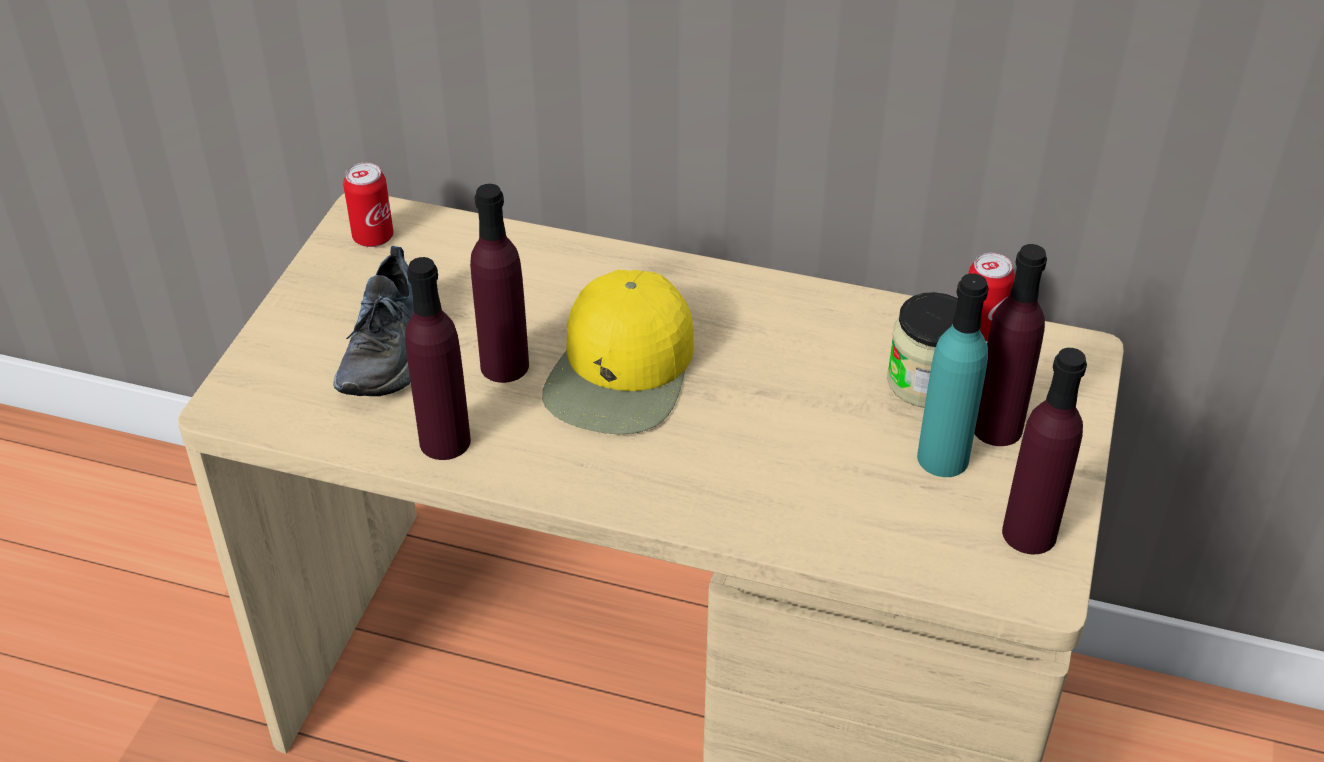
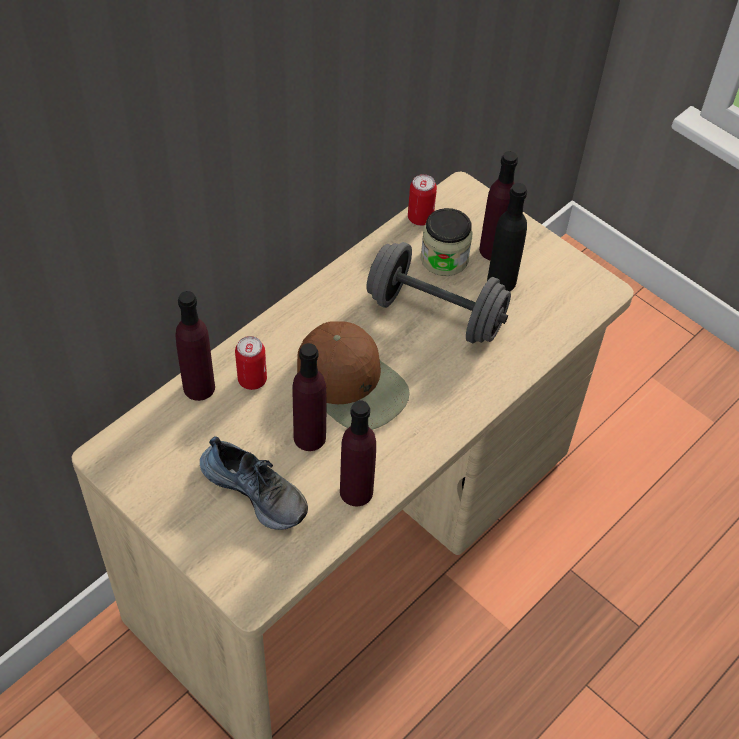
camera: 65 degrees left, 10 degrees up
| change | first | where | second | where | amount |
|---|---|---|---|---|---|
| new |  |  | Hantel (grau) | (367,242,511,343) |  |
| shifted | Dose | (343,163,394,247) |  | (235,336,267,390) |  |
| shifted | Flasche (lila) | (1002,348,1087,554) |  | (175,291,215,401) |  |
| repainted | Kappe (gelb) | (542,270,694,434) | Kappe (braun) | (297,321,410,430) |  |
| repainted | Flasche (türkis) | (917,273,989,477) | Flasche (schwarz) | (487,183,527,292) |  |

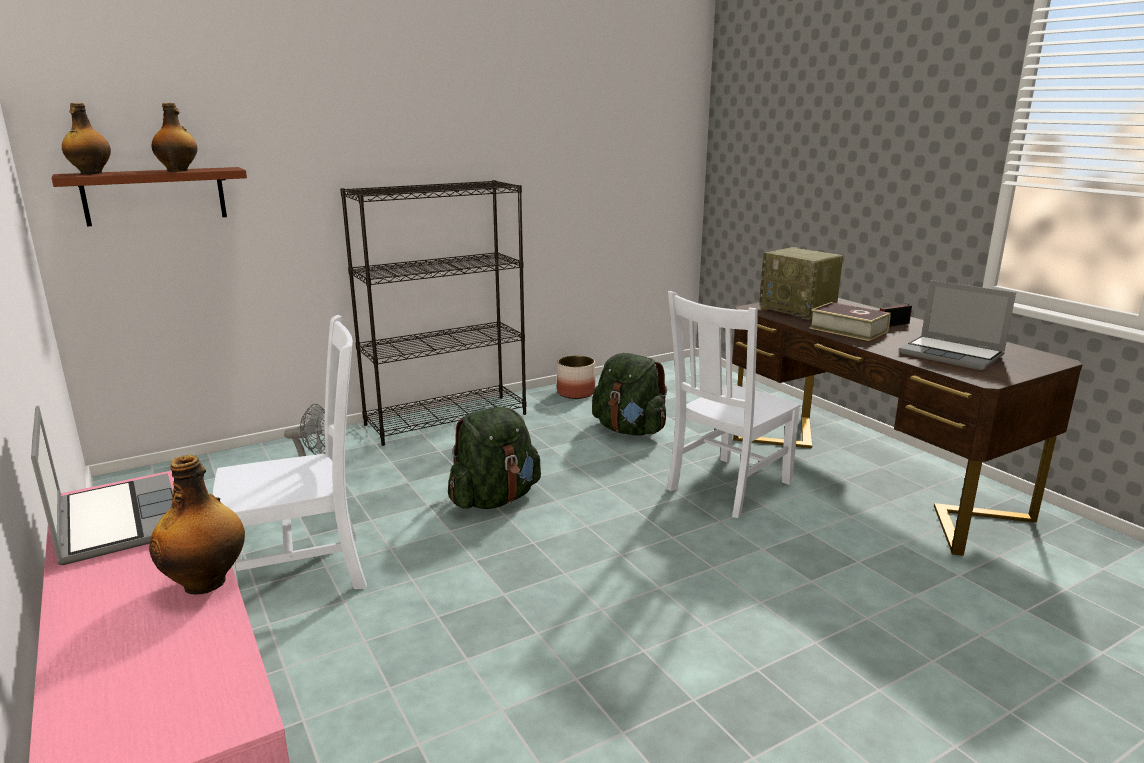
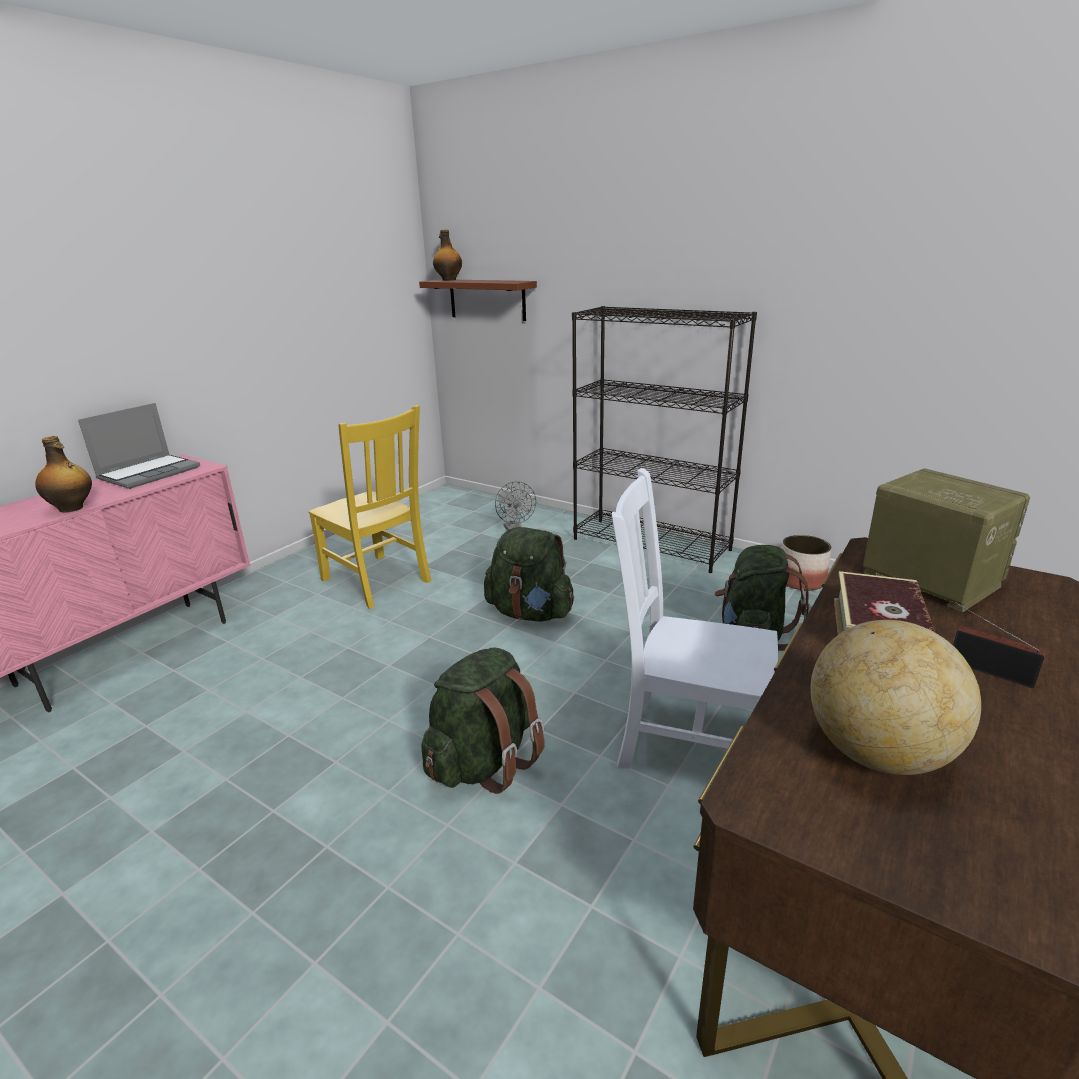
camera: 65 degrees right, 5 degrees up
| change | first | where | second | where | amount |
|---|---|---|---|---|---|
| gone | Flasche | (151,103,197,172) |  |  |  |
| new |  |  | Rucksack (grün) | (422,648,545,794) |  |
| swapped | Laptop | (899,280,1016,370) | Globus | (810,620,981,775) |  |
| repainted | Stuhl (weiß) | (213,315,367,589) | Stuhl (gelb) | (308,405,431,609) |  |
| rotated | Radio | (759,247,843,320) |  | (863,468,1030,612) | 120 degrees clockwise |

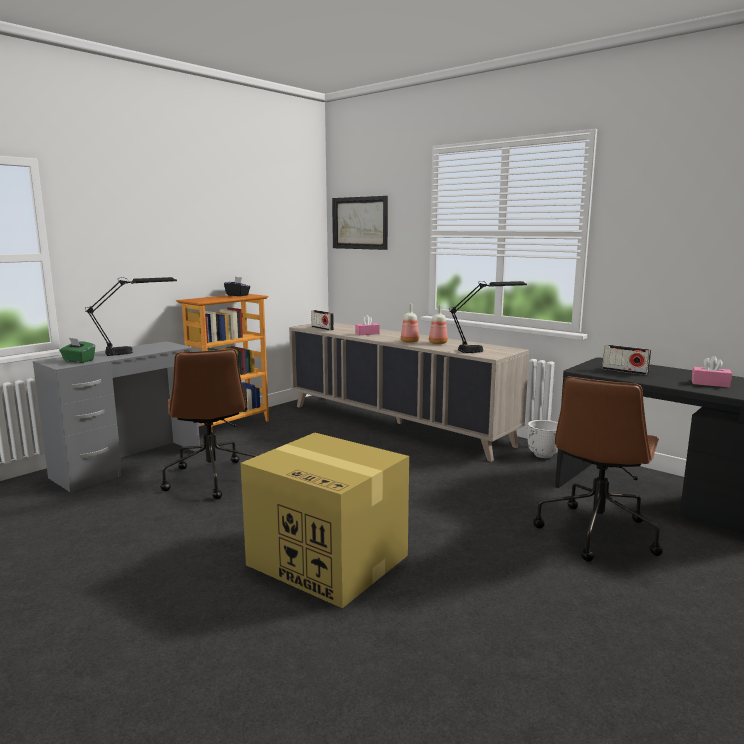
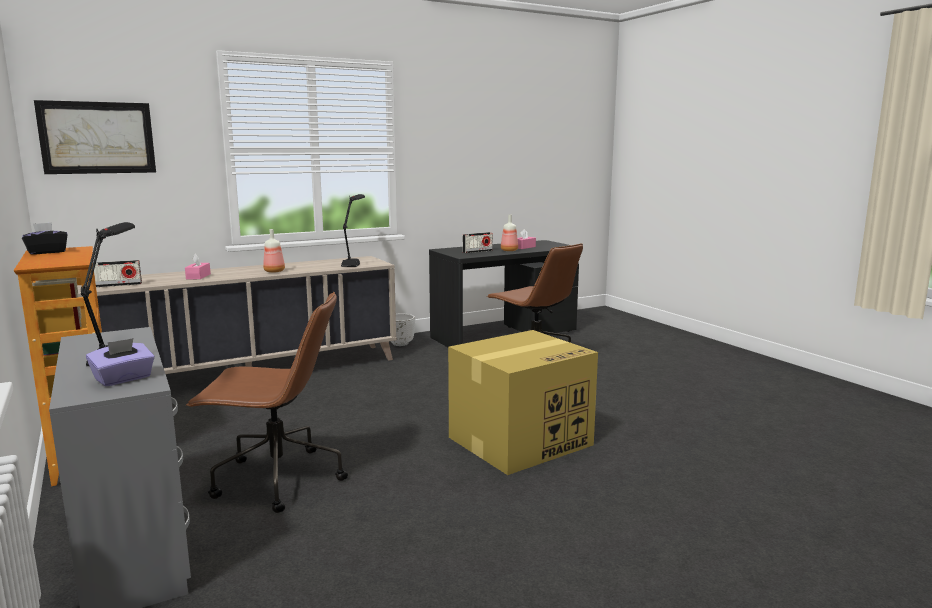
camera: 70 degrees left, 0 degrees up
| change | first | where | second | where | amount |
|---|---|---|---|---|---|
| shifted | Flasche | (429,305,448,344) |  | (501,214,518,251) |  |
| repainted | Taschentuchbox (grün) | (59,338,95,363) | Taschentuchbox (lila) | (86,338,155,387) |  |

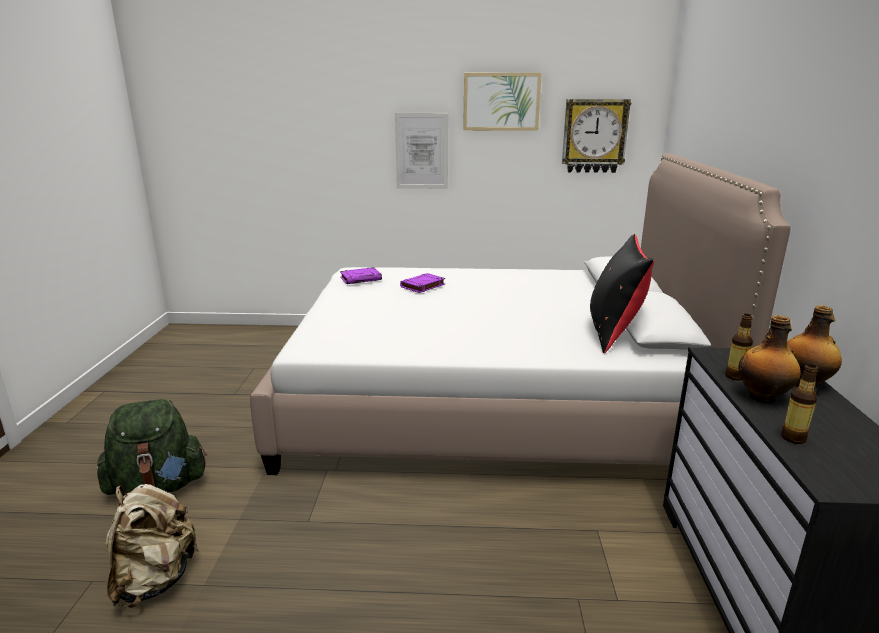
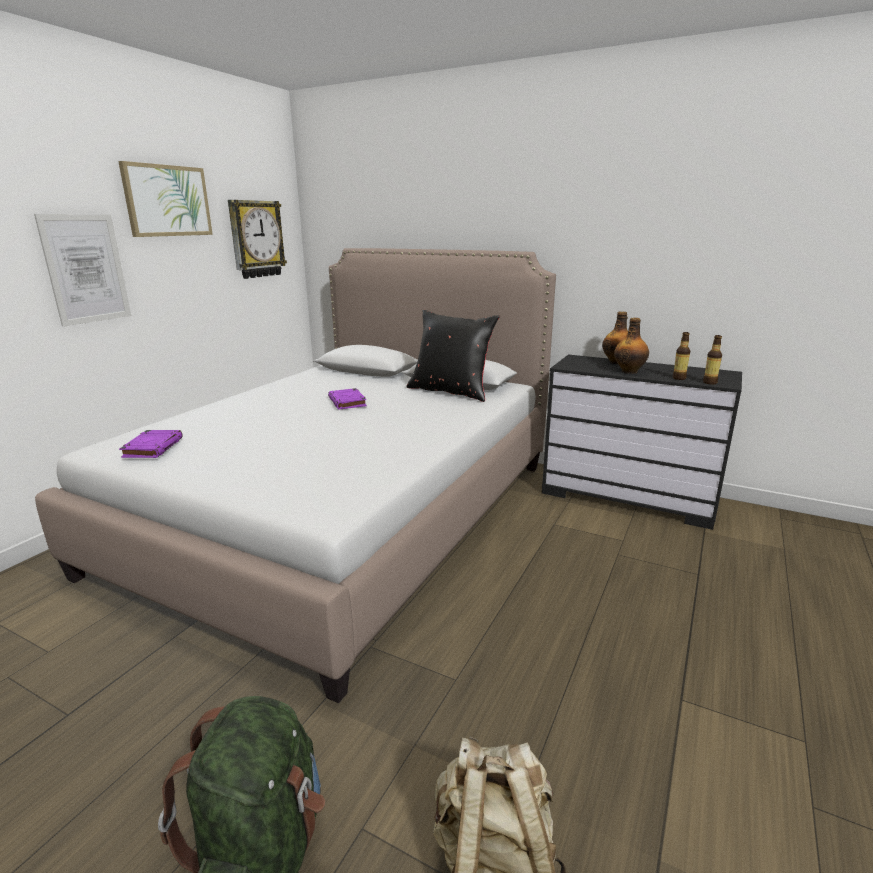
camera: 65 degrees left, 0 degrees up
| change | first | where | second | where | amount |
|---|---|---|---|---|---|
| shifted | Buch (lila) | (400,273,445,293) |  | (328,388,367,410) |  |
| shifted | Flasche | (725,314,753,381) |  | (703,335,722,384) |  |

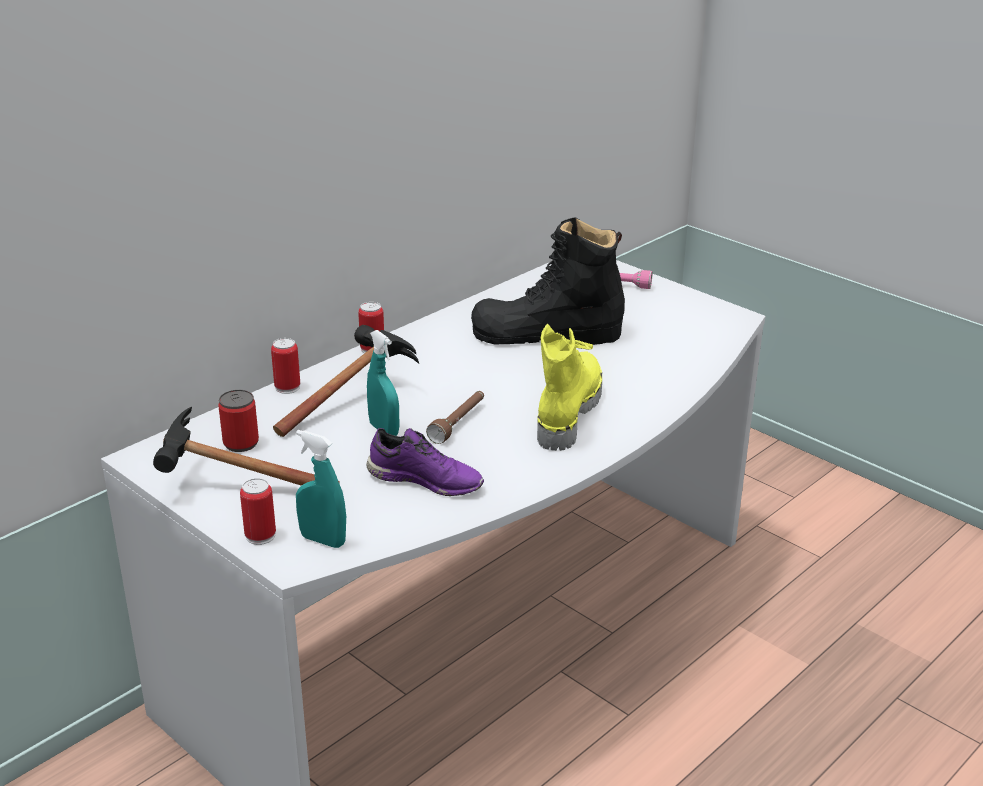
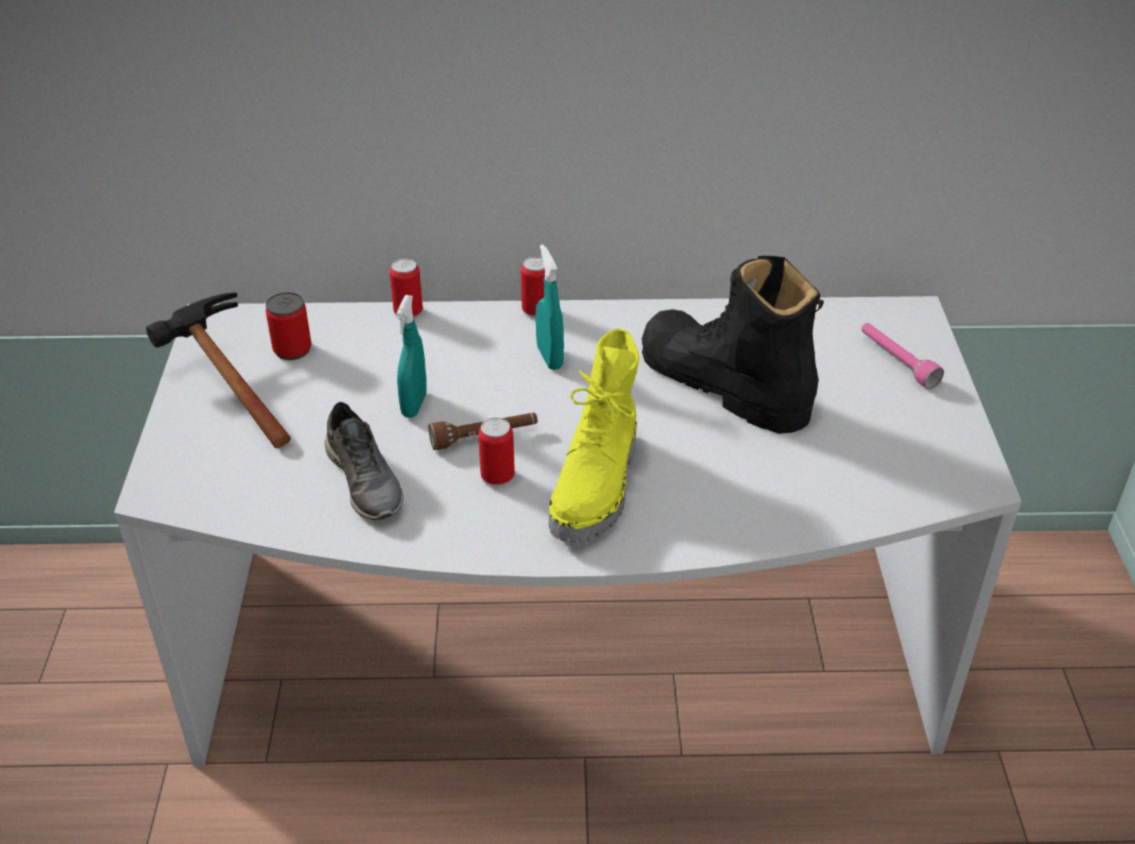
camera: 45 degrees right, 10 degrees up
| change | first | where | second | where | amount |
|---|---|---|---|---|---|
| gone | Hammer | (273,325,419,437) |  |  |  |
| shifted | Dose | (240,478,276,545) |  | (478,417,515,488) |  |
| shifted | Sprühflasche (türkis) | (296,430,346,548) |  | (536,244,564,370) |  |
| repainted | Schuh (lila) | (367,428,484,496) | Schuh (grau) | (325,402,404,520) |  |
| rotated | Stiefel (gelb) | (537,324,602,451) |  | (549,329,639,543) | 135 degrees clockwise |

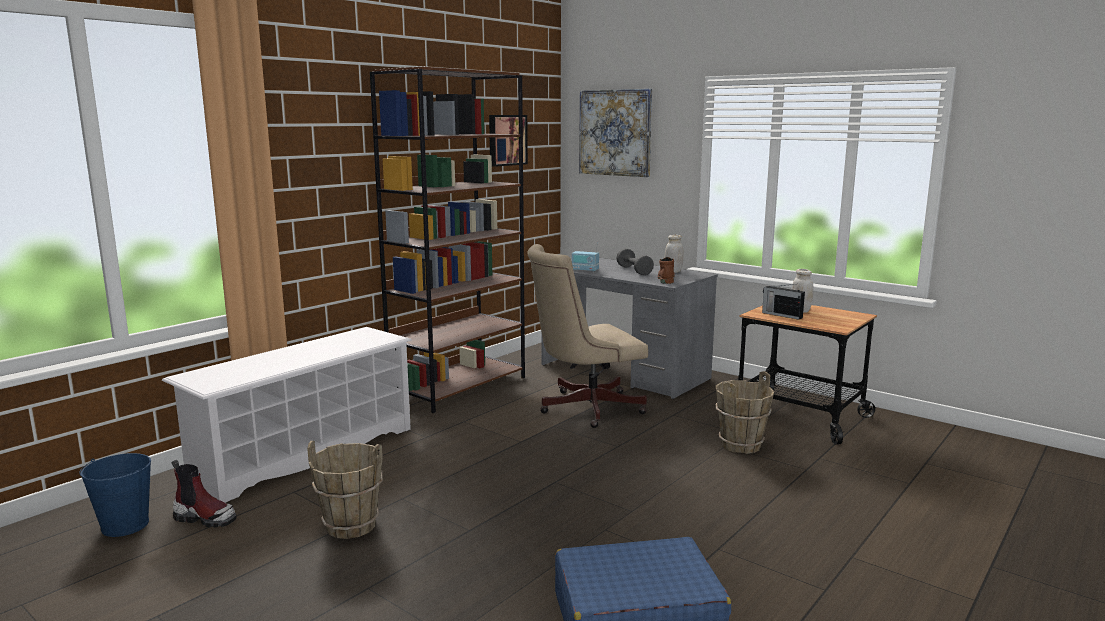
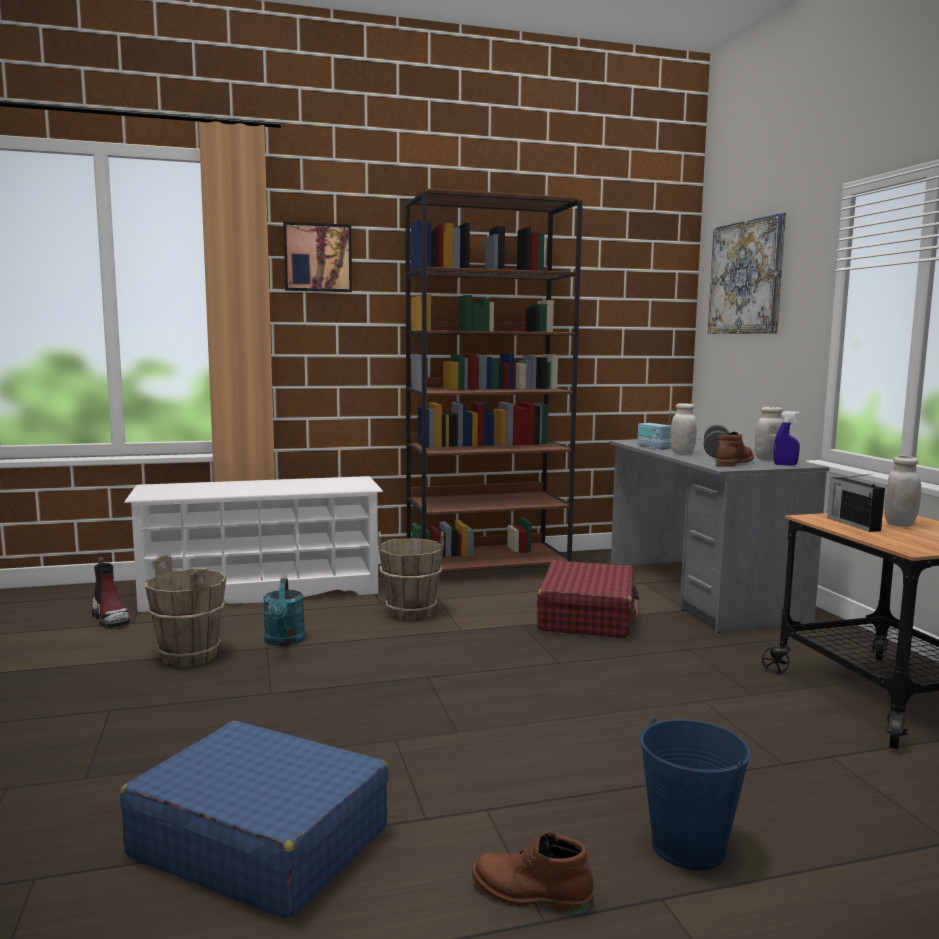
camera: 35 degrees right, 5 degrees down
| change | first | where | second | where | amount |
|---|---|---|---|---|---|
| new |  |  | Gießkanne (türkis) | (263,578,306,646) |  |
| new |  |  | Stiefel (braun) | (472,832,593,914) |  |
| new |  |  | Vorratsglas (weiß) | (670,403,697,455) |  |
| new |  |  | Sprühflasche (blau) | (774,411,800,466) |  |
| shifted | Eimer (blau) | (79,453,151,537) |  | (640,718,750,870) |  |
| shifted | Bild | (489,115,528,167) |  | (283,222,352,292) |  |
| shifted | Eimer (braun) | (716,371,774,454) |  | (378,531,444,621) |  |
| swapped | Bürostuhl (beige) | (527,244,648,428) | Koffer (rot) | (537,560,639,638) |  |

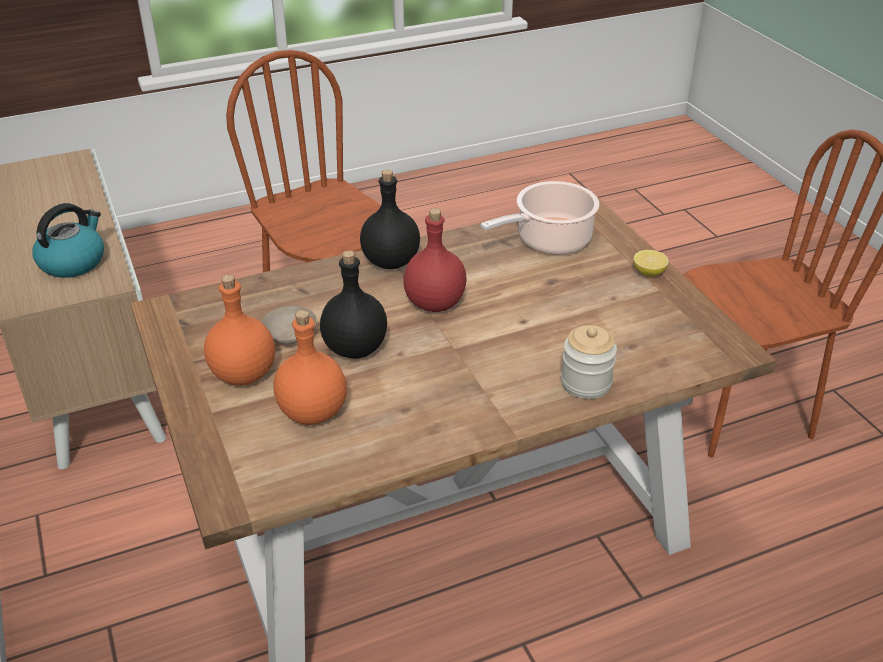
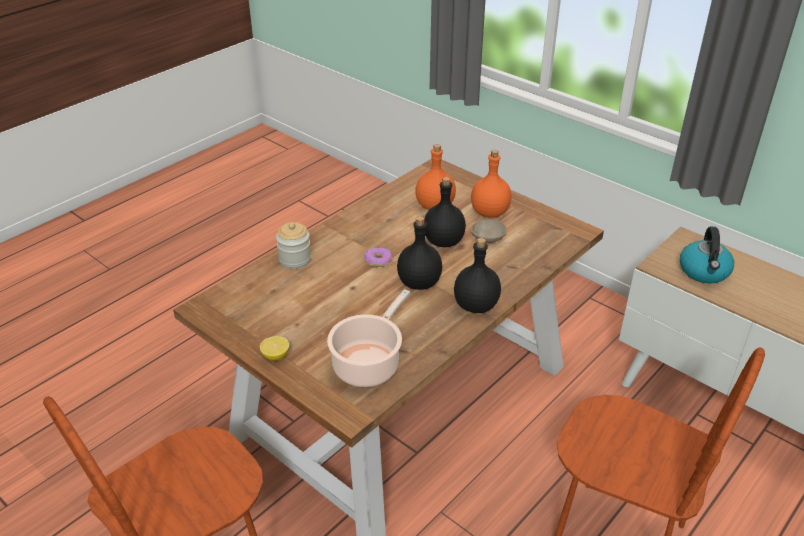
camera: 155 degrees right, 0 degrees up
| change | first | where | second | where | amount |
|---|---|---|---|---|---|
| new |  |  | Donut | (364,247,392,267) |  |
| repainted | Flasche (rot) | (403,208,467,312) | Flasche (schwarz) | (397,216,442,290) |  |

